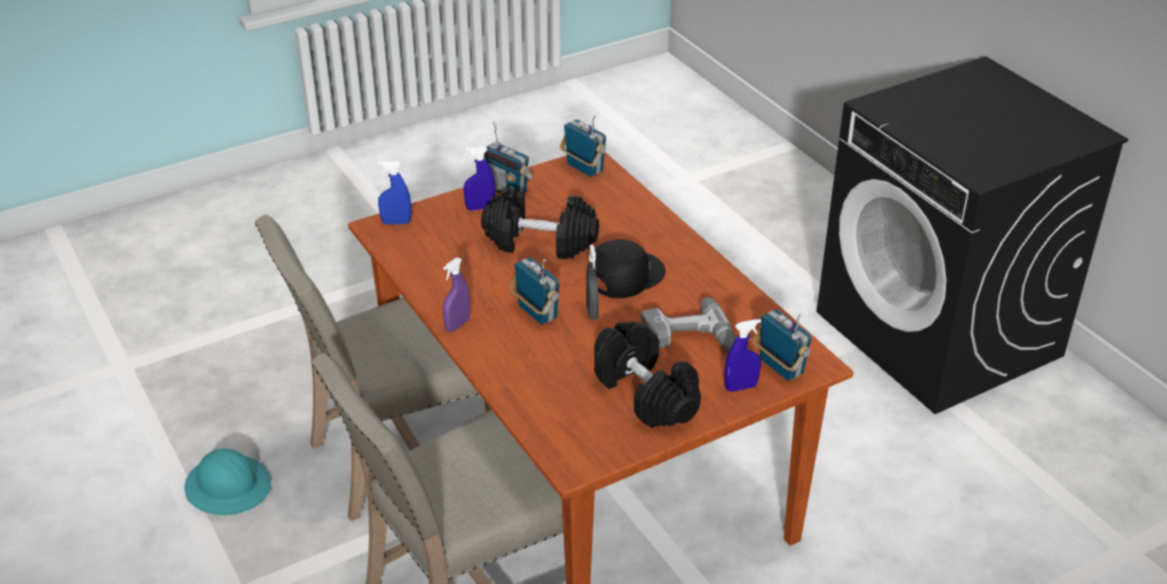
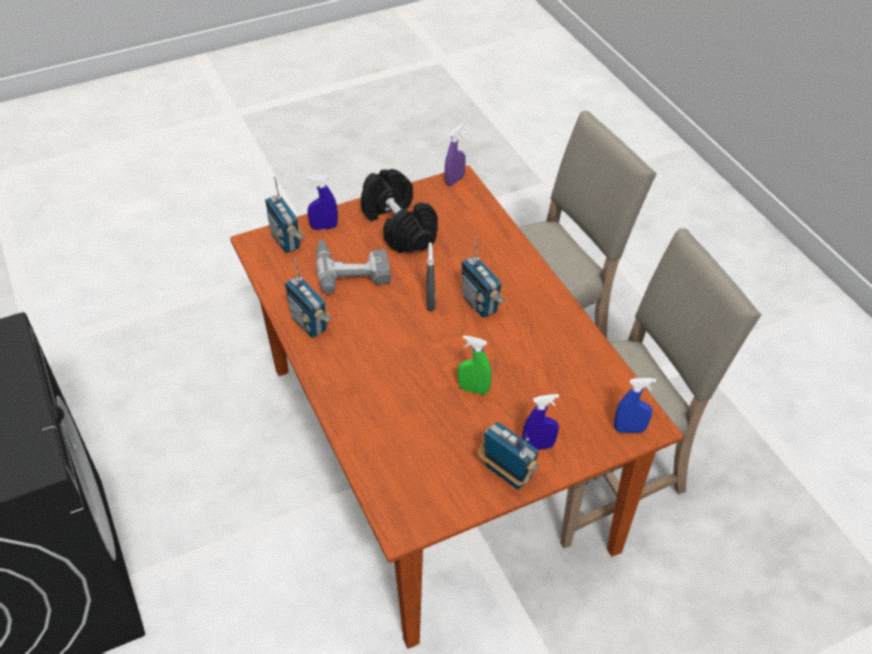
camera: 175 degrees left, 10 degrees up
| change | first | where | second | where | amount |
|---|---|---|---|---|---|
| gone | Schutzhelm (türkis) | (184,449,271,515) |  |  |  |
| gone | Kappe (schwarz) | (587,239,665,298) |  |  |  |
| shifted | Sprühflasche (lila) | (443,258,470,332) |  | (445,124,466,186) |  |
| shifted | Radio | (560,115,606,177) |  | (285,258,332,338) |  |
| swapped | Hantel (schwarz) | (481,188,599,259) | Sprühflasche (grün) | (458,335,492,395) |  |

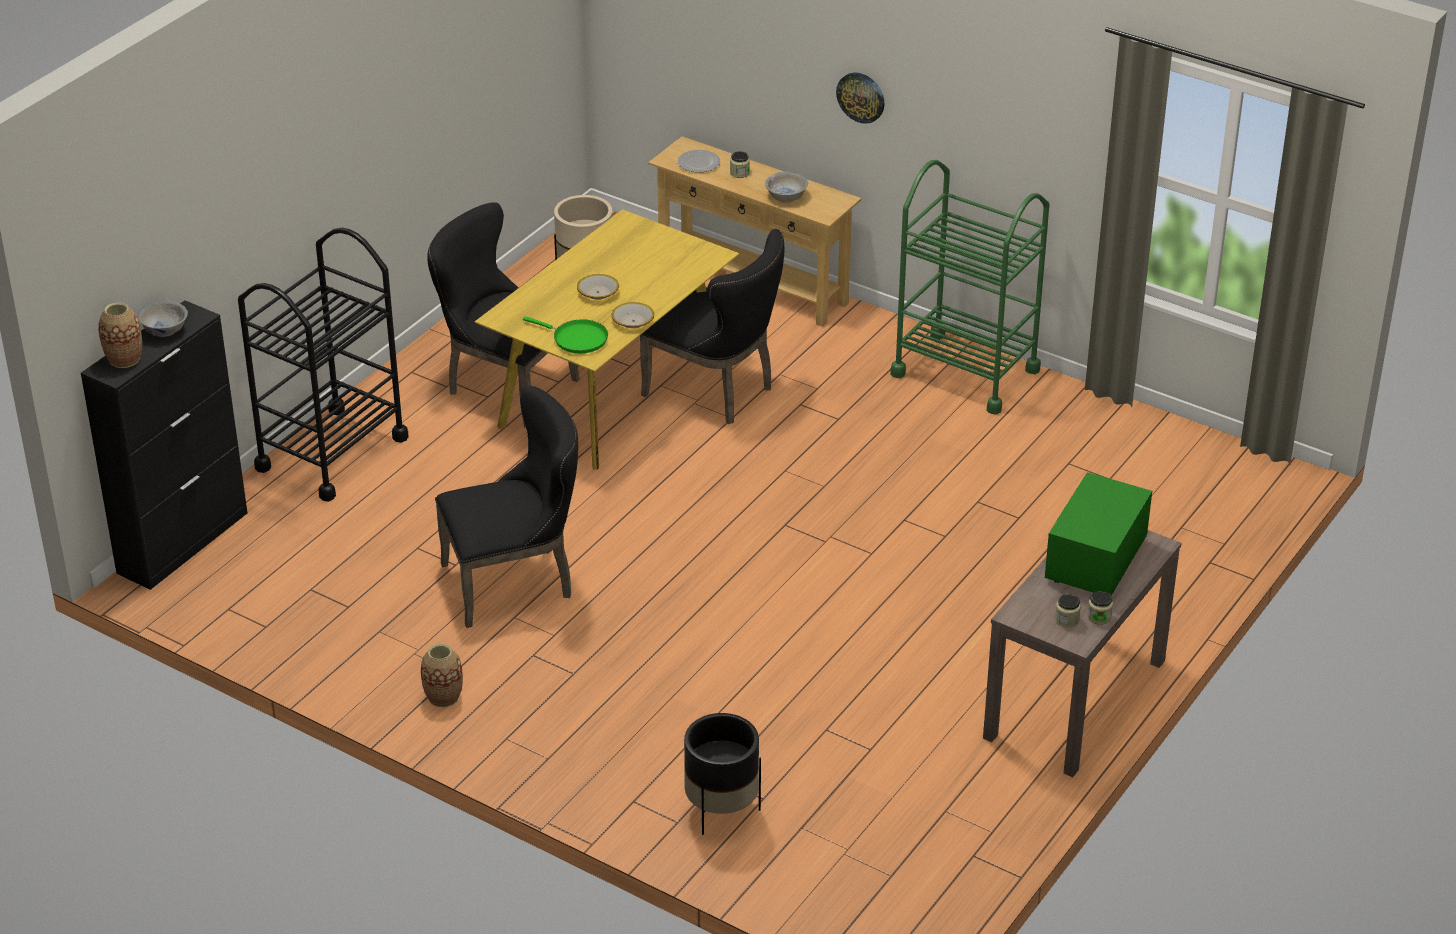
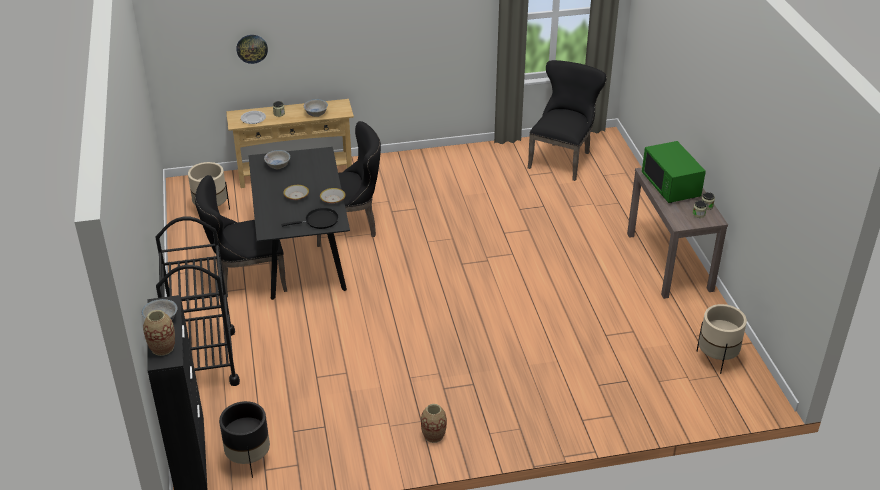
camera: 45 degrees left, 0 degrees up
| change | first | where | second | where | amount |
|---|---|---|---|---|---|
| gone | Rollwagen (grün) | (890,160,1049,415) |  |  |  |
| new |  |  | Schüssel (weiß) | (264,150,290,169) |  |
| new |  |  | Pflanzkübel (beige) | (696,304,747,374) |  |
| shifted | Stuhl (schwarz) | (435,386,578,628) |  | (528,60,607,181) |  |
| shifted | Pflanzkübel (schwarz) | (684,713,761,835) |  | (219,401,270,478) |  |
| shifted | Wanduhr | (836,73,884,124) |  | (236,35,268,64) |  |
| repainted | Esstisch (gelb) | (475,209,739,470) | Esstisch (schwarz) | (248,147,350,300) |  |
| repainted | Pfanne (grün) | (523,316,608,353) | Pfanne (schwarz) | (282,208,339,229) |  |

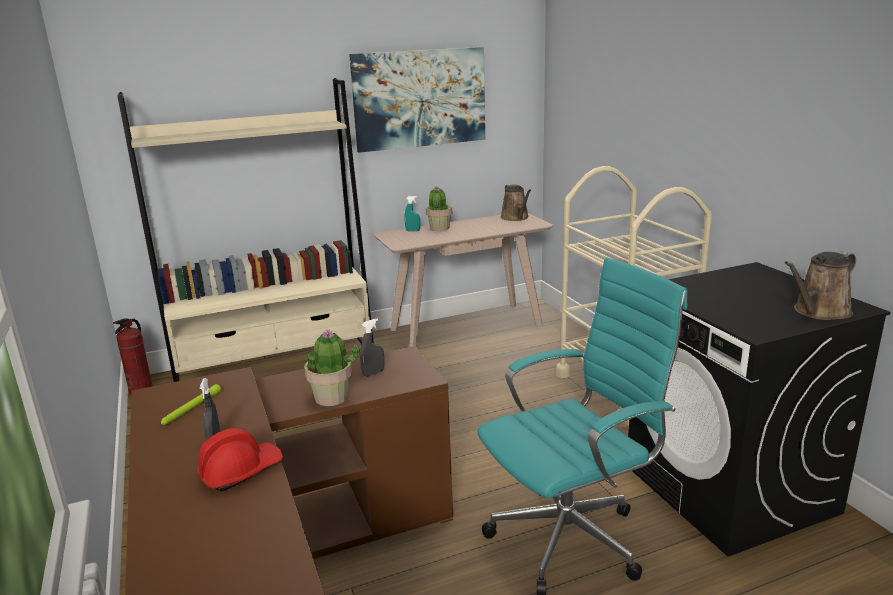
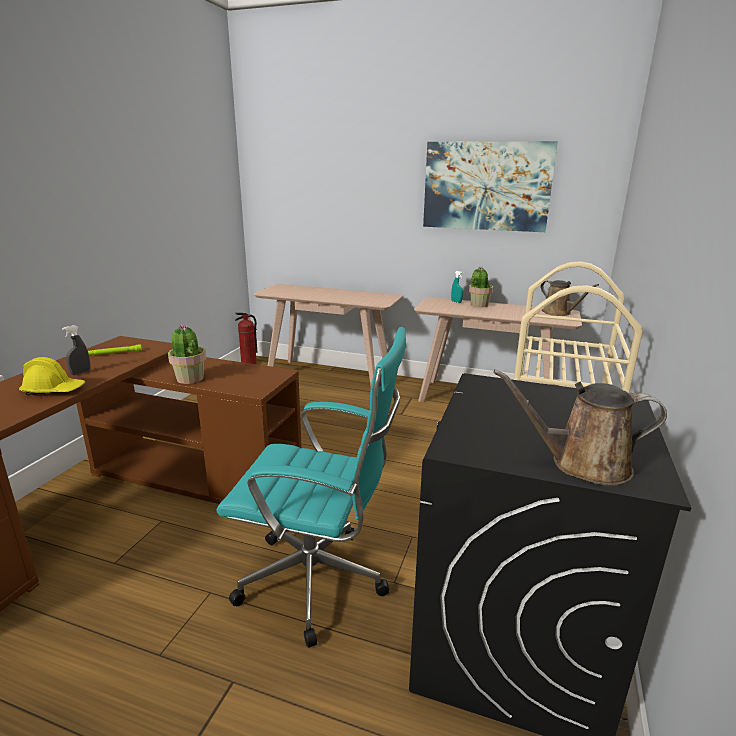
camera: 40 degrees right, 0 degrees up
| change | first | where | second | where | amount |
|---|---|---|---|---|---|
| gone | Sprühflasche (grau) | (360,318,384,377) |  |  |  |
| swapped | Bücherregal (beige) | (117,78,374,382) | Konsolentisch (beige) | (254,284,402,385) |  |
| repainted | Schutzhelm (rot) | (197,428,283,492) | Schutzhelm (gelb) | (19,357,85,395) |  |
| rotated | Gießkanne (braun) | (501,184,531,221) |  | (540,280,599,316) | 60 degrees counterclockwise |

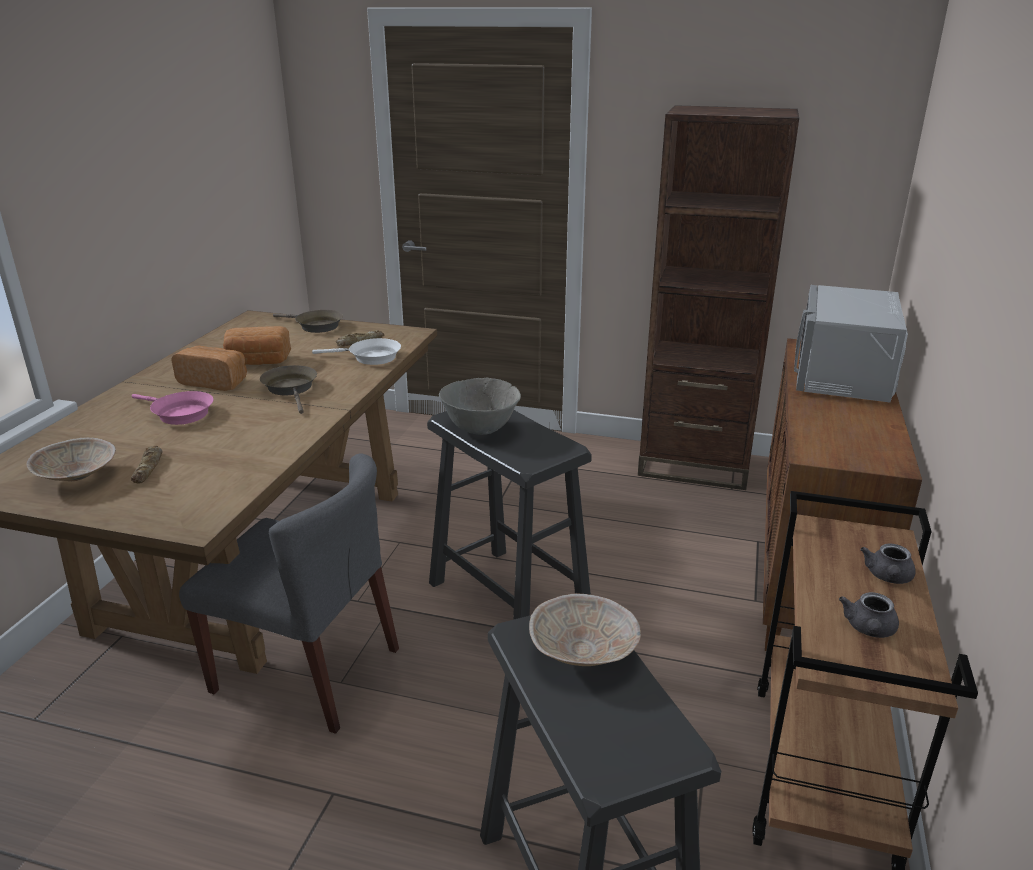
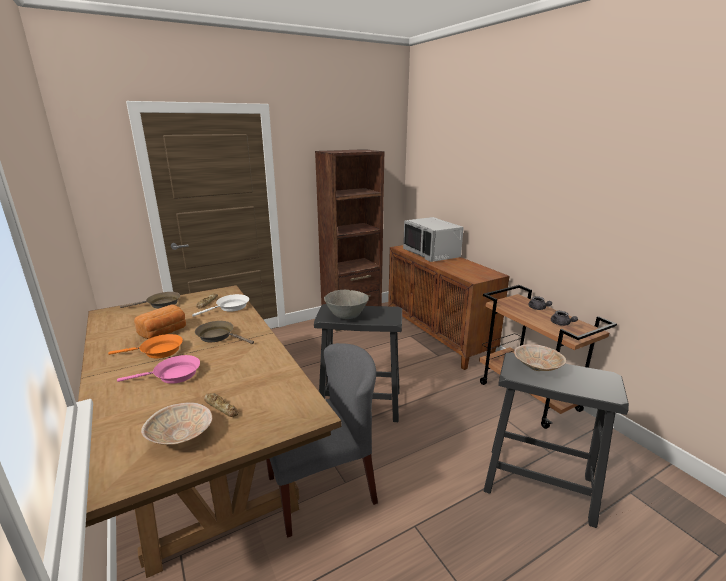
camera: 45 degrees left, 5 degrees down
| change | first | where | second | where | amount |
|---|---|---|---|---|---|
| swapped | Brot | (171,346,247,391) | Pfanne (orange) | (108,334,183,358) |  |

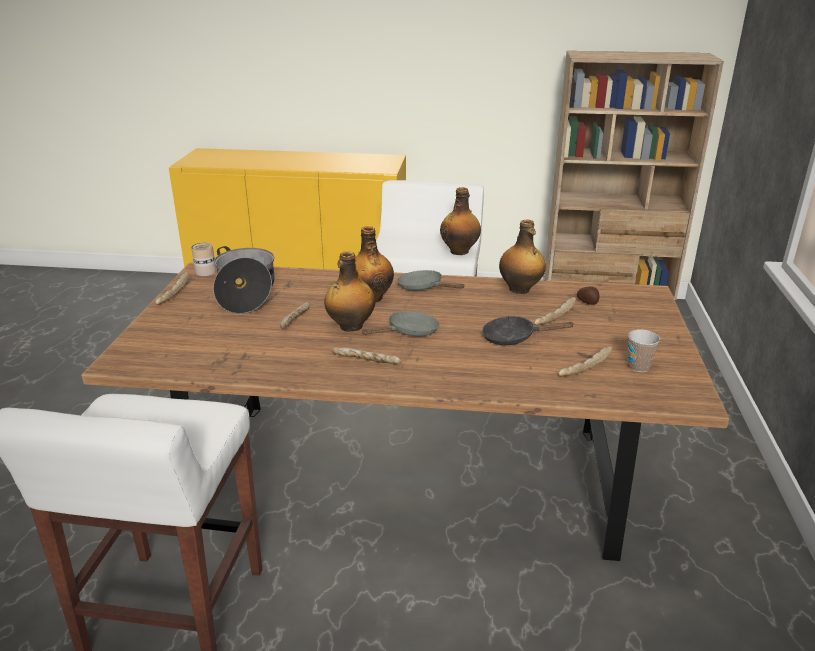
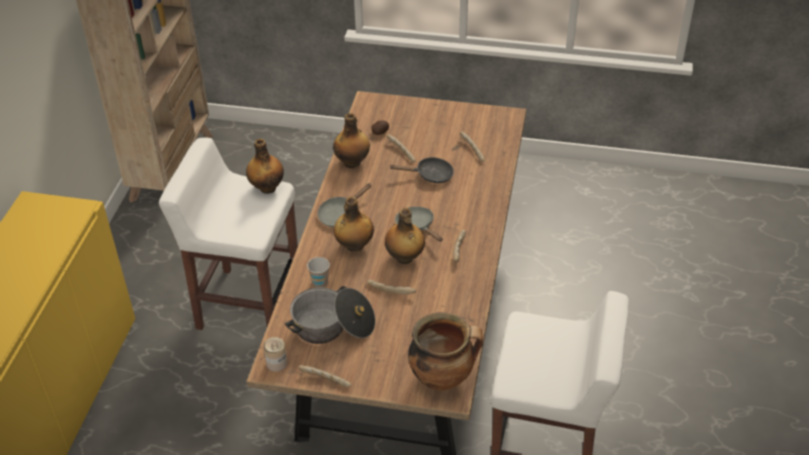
camera: 85 degrees left, 15 degrees up
| change | first | where | second | where | amount |
|---|---|---|---|---|---|
| new |  |  | Kochtopf | (408,312,483,391) |  |
| shifted | Tasse | (628,329,660,372) |  | (307,257,330,288) |  |
| rotated | Pfanne (schwarz) | (482,316,575,345) |  | (389,157,454,183) | 105 degrees counterclockwise |

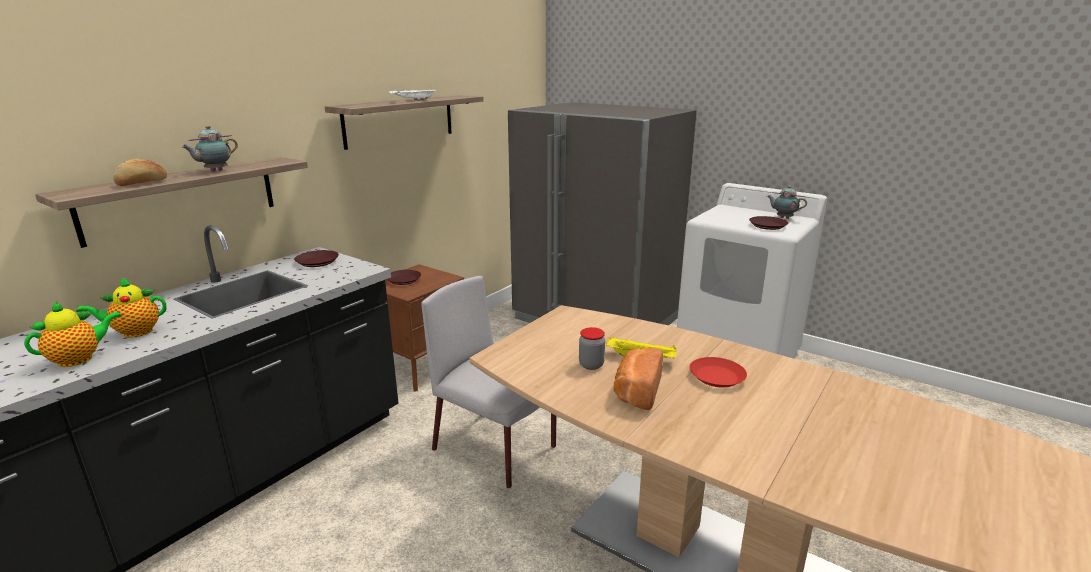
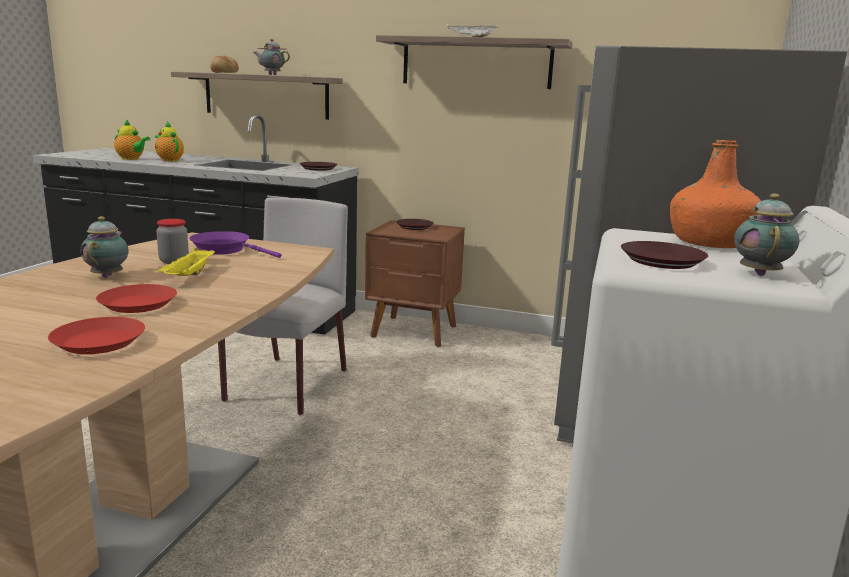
camera: 70 degrees right, 5 degrees down
| change | first | where | second | where | amount |
|---|---|---|---|---|---|
| new |  |  | Teller (rot) | (48,317,145,354) |  |
| new |  |  | Pfanne (lila) | (189,231,281,258) |  |
| new |  |  | Flasche (orange) | (670,140,761,248) |  |
| swapped | Brot | (614,348,663,410) | Teekanne | (80,216,129,278) |  |

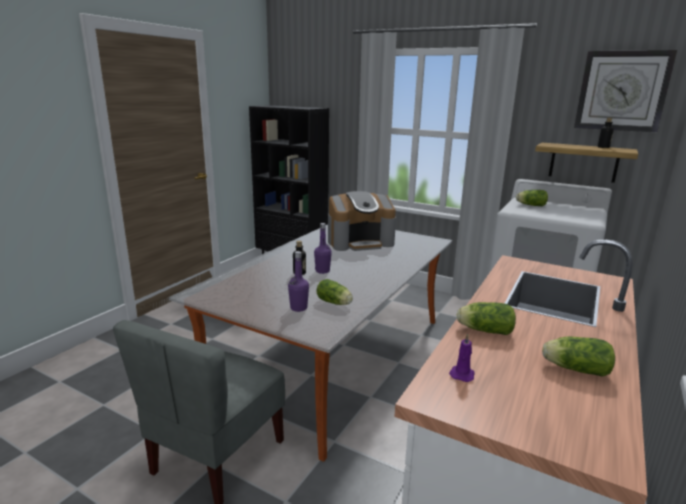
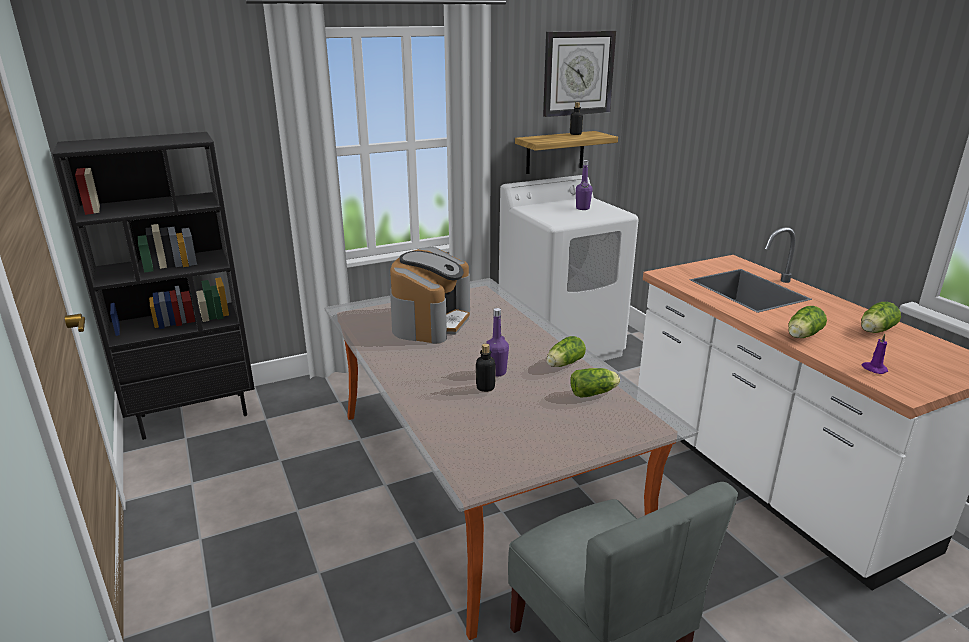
camera: 55 degrees left, 5 degrees up
| change | first | where | second | where | amount |
|---|---|---|---|---|---|
| shifted | Flasche (lila) | (288,251,309,312) |  | (576,160,592,210) |  |
| shifted | Salatkopf | (516,190,548,206) |  | (547,336,586,367) |  |

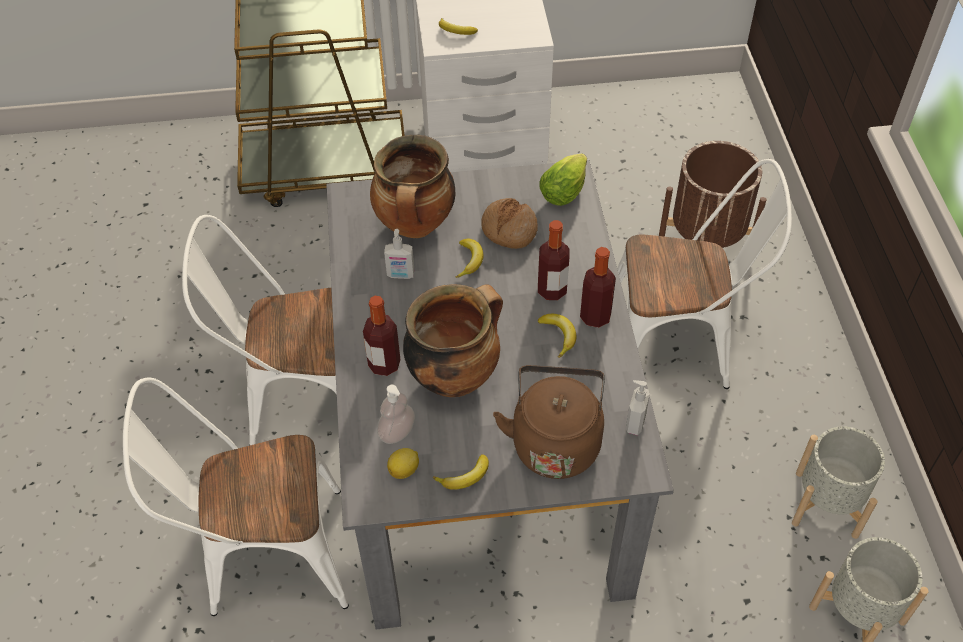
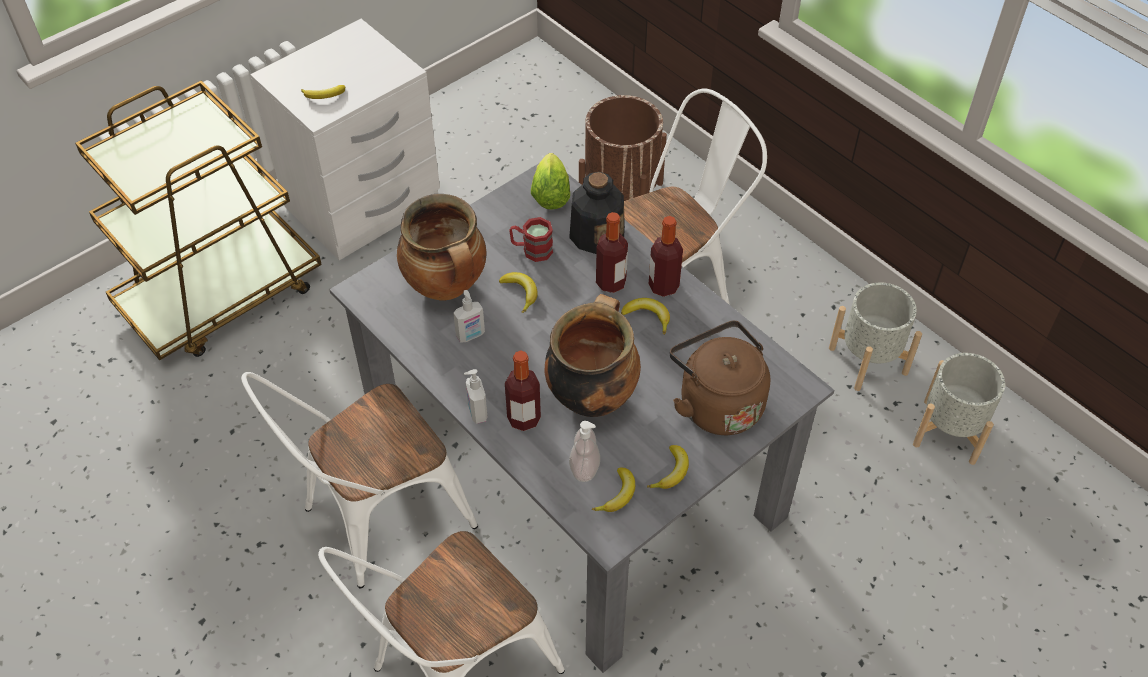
camera: 35 degrees left, 0 degrees up
| change | first | where | second | where | amount |
|---|---|---|---|---|---|
| new |  |  | Flasche | (569,172,625,254) |  |
| shifted | Seifenspender | (626,380,650,435) |  | (464,369,487,424) |  |
| swapped | Zitrone | (387,448,419,479) | Banane | (592,468,635,512) |  |
| swapped | Brot | (481,198,538,249) | Henkelbecher (rot) | (509,217,553,262) |  |

